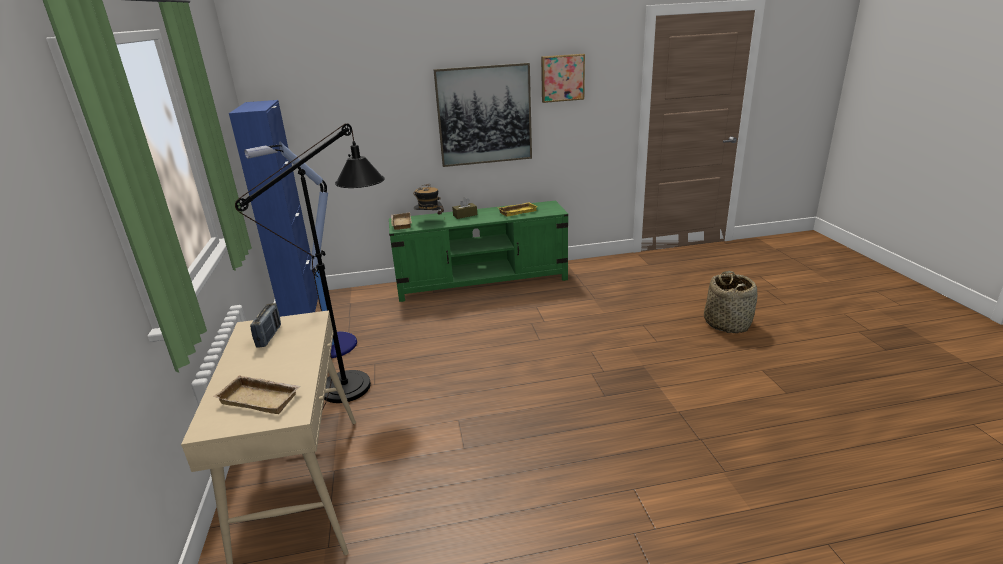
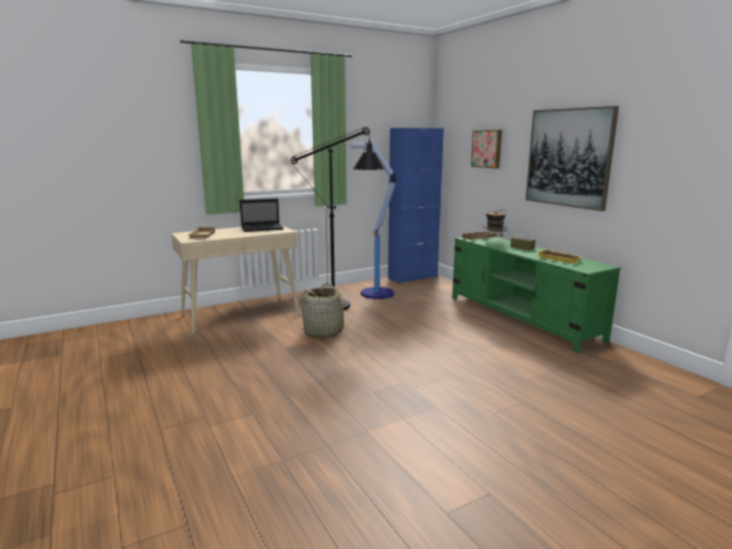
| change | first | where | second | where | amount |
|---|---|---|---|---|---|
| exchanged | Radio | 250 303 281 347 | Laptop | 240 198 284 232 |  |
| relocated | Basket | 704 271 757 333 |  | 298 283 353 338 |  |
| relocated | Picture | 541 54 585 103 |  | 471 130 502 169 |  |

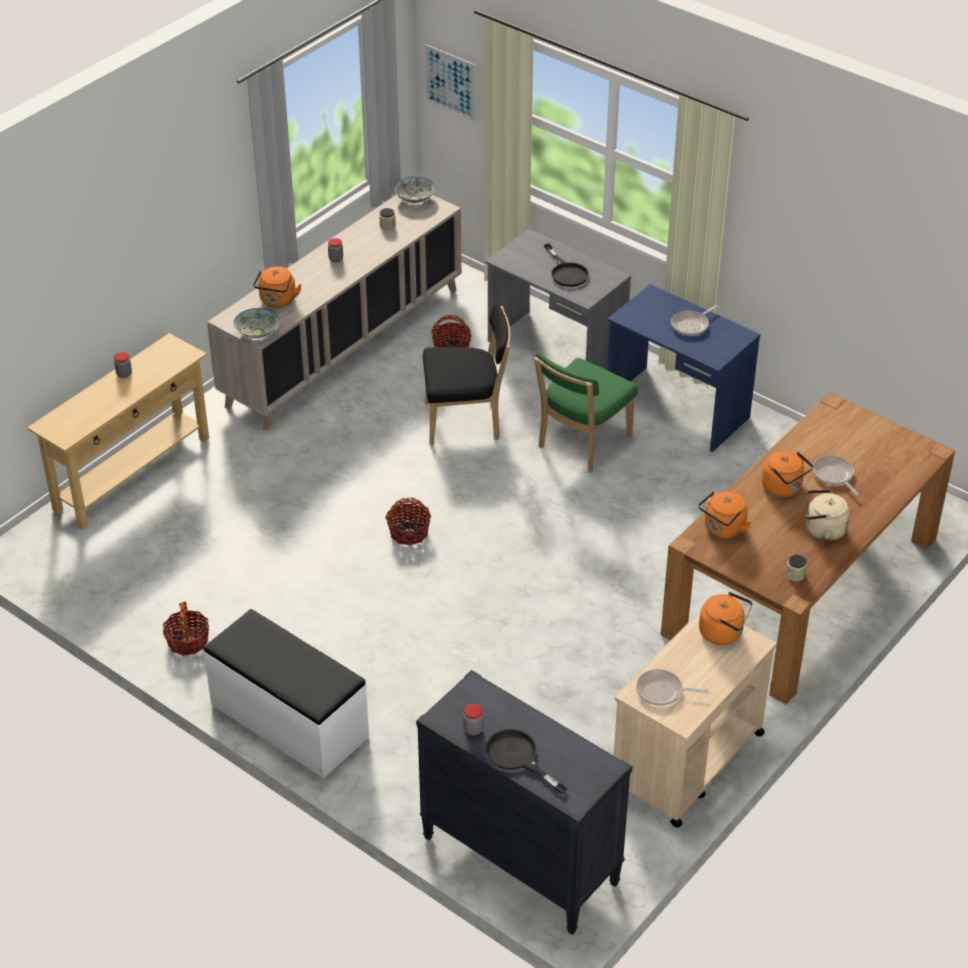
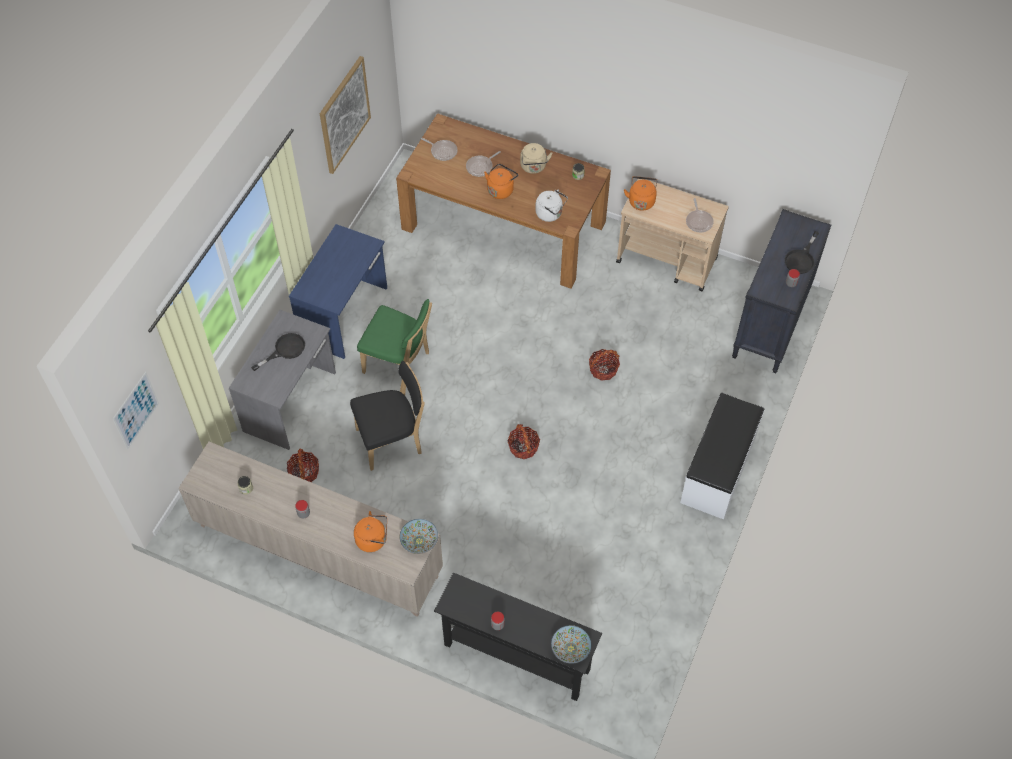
| change | first | where | second | where | amount |
|---|---|---|---|---|---|
| appeared |  |  | Picture | 320 56 371 174 |  |
| spun | BlackChair | 423 303 510 445 |  | 350 361 424 471 | 90 degrees clockwise |
| relocated | FryingPan | 671 305 718 336 |  | 421 138 458 161 |  |
| colour | BeigeConsoleTable | 27 333 209 530 | BlackConsoleTable | 434 573 602 701 |  |
| colour | OrangeKettle | 698 491 751 539 | WhiteKettle | 535 190 568 222 |  |
| relocated | Bowl | 394 177 435 203 |  | 551 625 591 664 |  |
| relocated | Basket | 163 601 209 656 |  | 589 349 620 381 |  |

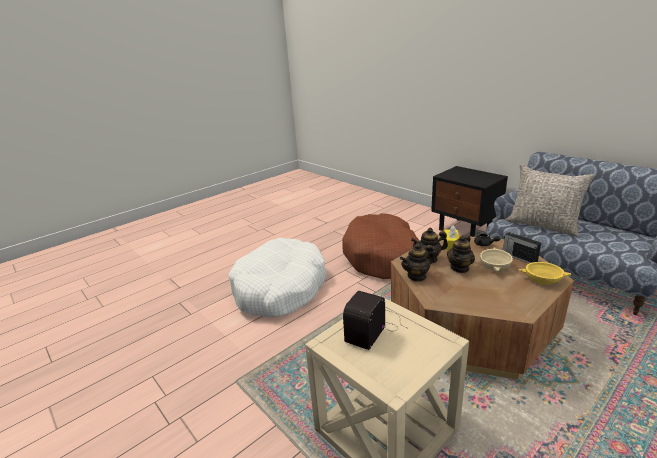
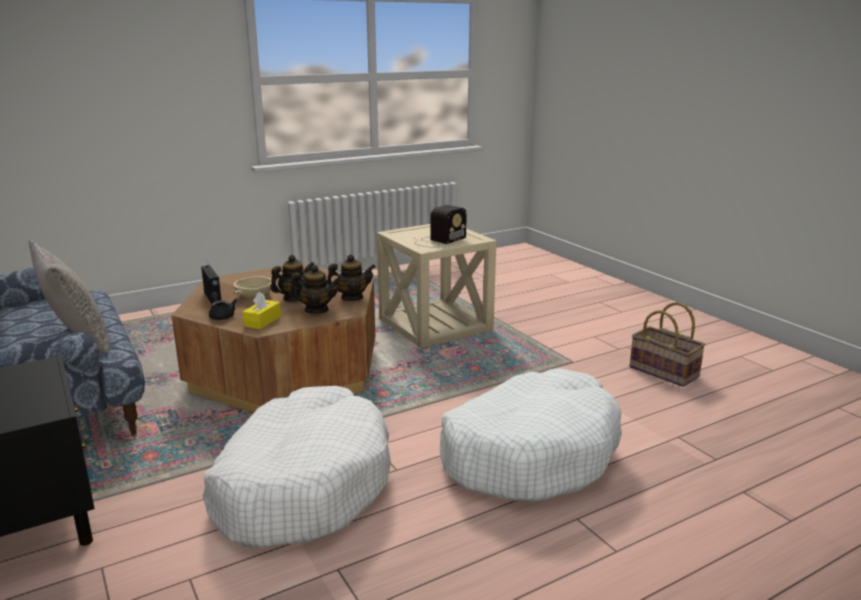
| change | first | where | second | where | amount |
|---|---|---|---|---|---|
| colour | BrownDogBed | 342 213 420 279 | WhiteDogBed | 203 386 391 548 |  |
| appeared |  |  | Basket | 630 302 706 387 |  |
| missing | YellowBowl | 518 262 572 285 |  |  |  |

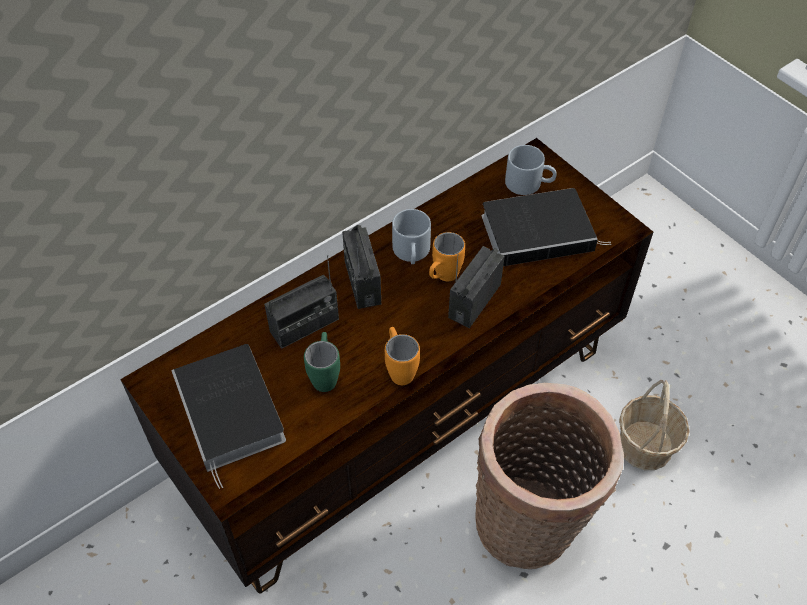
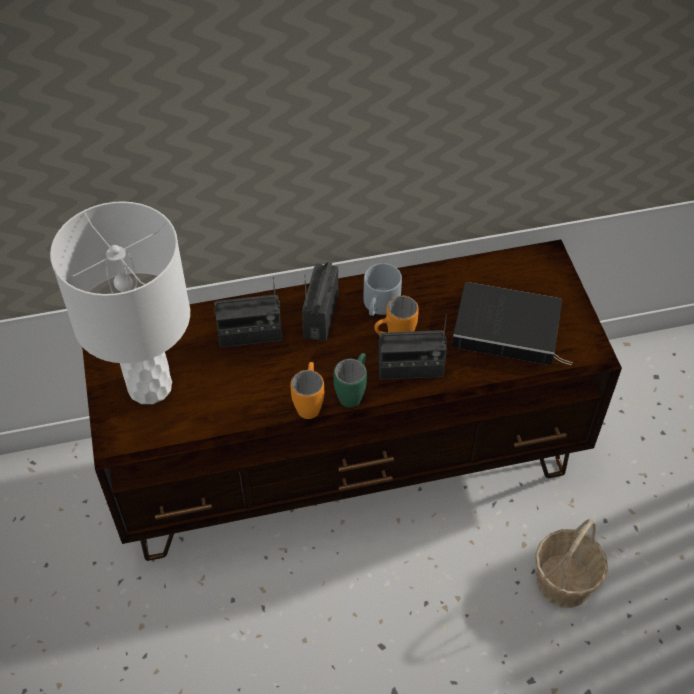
| change | first | where | second | where | amount |
|---|---|---|---|---|---|
| exchanged | Book | 171 344 286 489 | WhiteTableLamp | 50 201 190 404 |  |
| relocated | GreenMug | 304 332 340 392 |  | 333 353 367 408 |  |
| spun | Radio | 448 246 505 328 |  | 378 314 447 380 | 150 degrees counterclockwise |
| missing | Basket | 475 383 624 569 |  |  |  |
| missing | GreyMug | 505 145 557 195 |  |  |  |

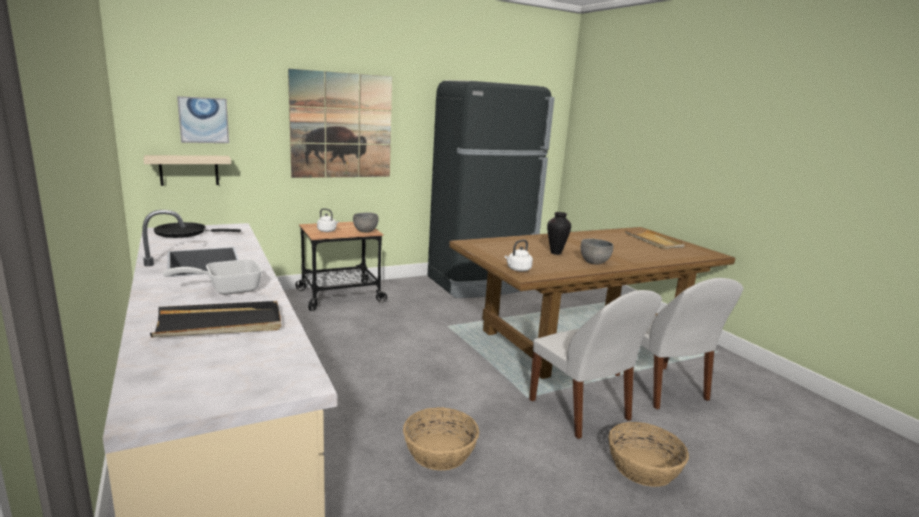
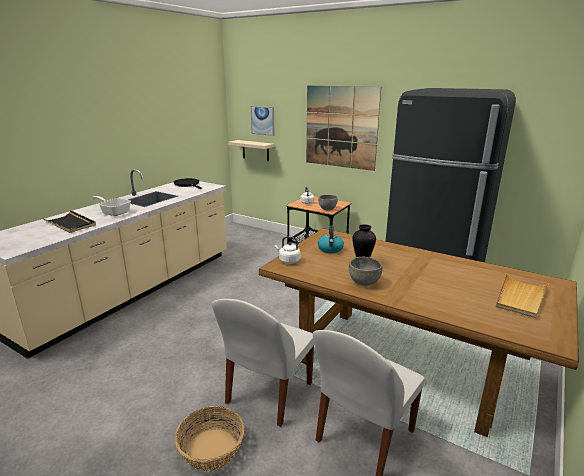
| change | first | where | second | where | amount |
|---|---|---|---|---|---|
| appeared |  |  | Kettle | 318 225 344 253 |  |
| missing | Basket | 403 407 479 471 |  |  |  |

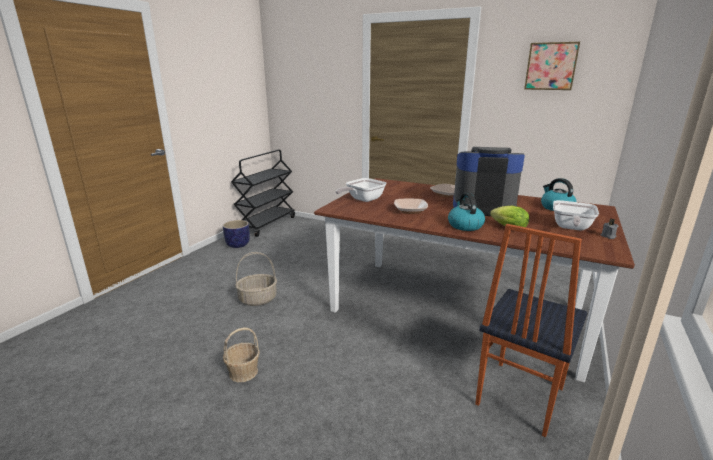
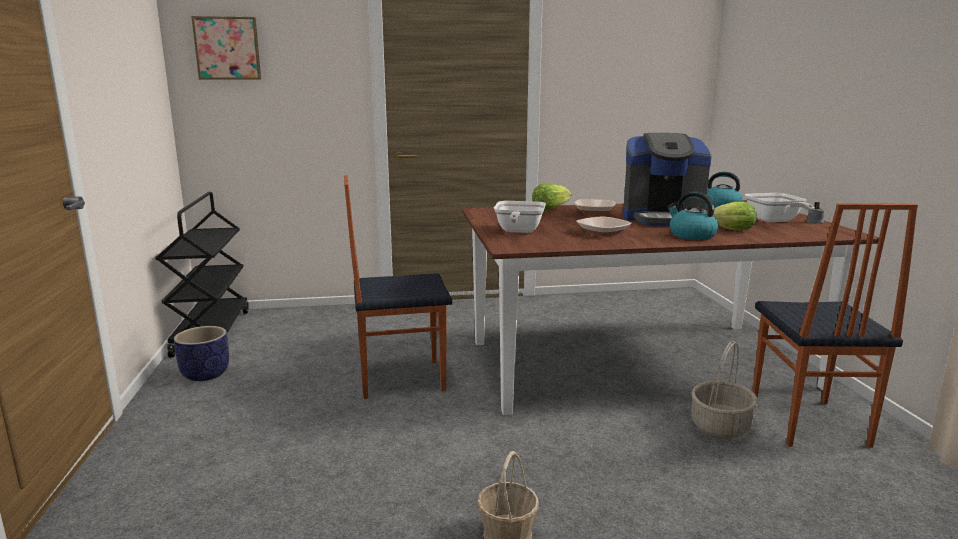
| change | first | where | second | where | amount |
|---|---|---|---|---|---|
| relocated | Picture | 524 42 580 90 |  | 191 16 261 80 |  |
| appeared |  |  | Chair | 344 175 452 399 |  |
| appeared |  |  | Lettuce | 532 184 571 210 |  |
| spun | CoffeeMachine | 453 147 525 216 |  | 623 133 712 225 | 150 degrees counterclockwise |
| relocated | Basket | 235 252 277 306 |  | 691 341 758 439 |  |

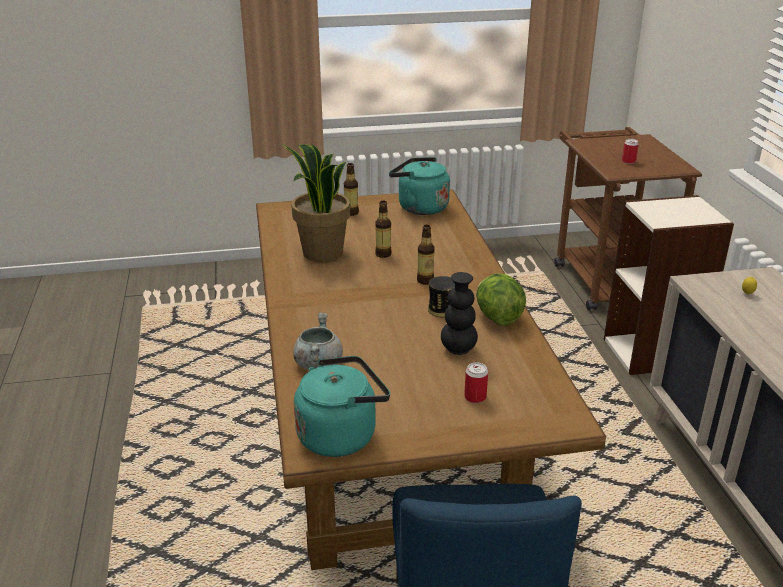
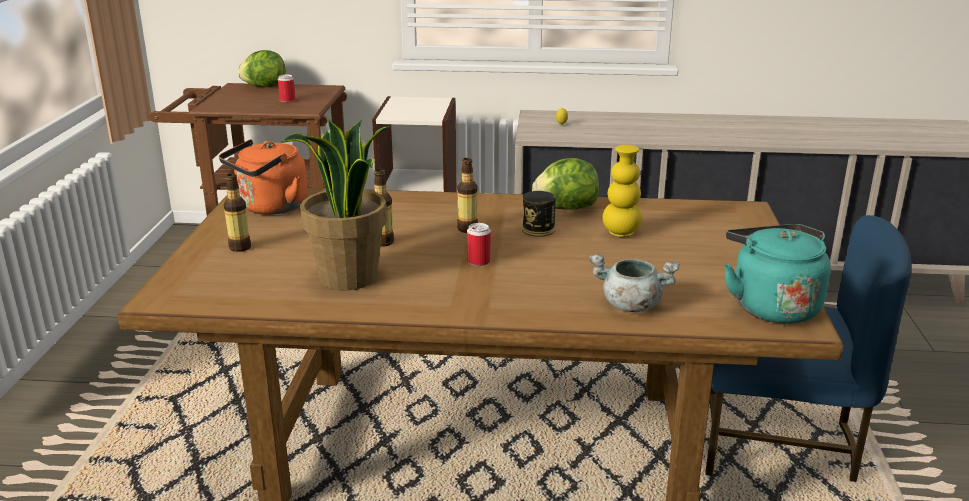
| change | first | where | second | where | amount |
|---|---|---|---|---|---|
| colour | TurquoiseKettle | 389 157 450 215 | OrangeKettle | 219 139 308 215 |  |
| appeared |  |  | Lettuce | 238 50 286 87 |  |
| relocated | Can | 464 362 488 403 |  | 467 223 491 266 |  |
| colour | BlackVase | 441 272 478 355 | YellowVase | 603 145 643 237 |  |

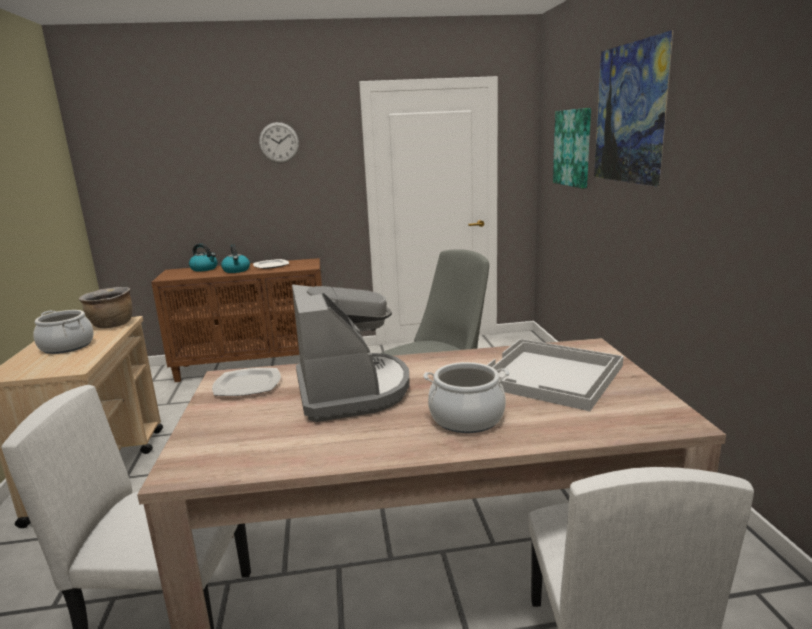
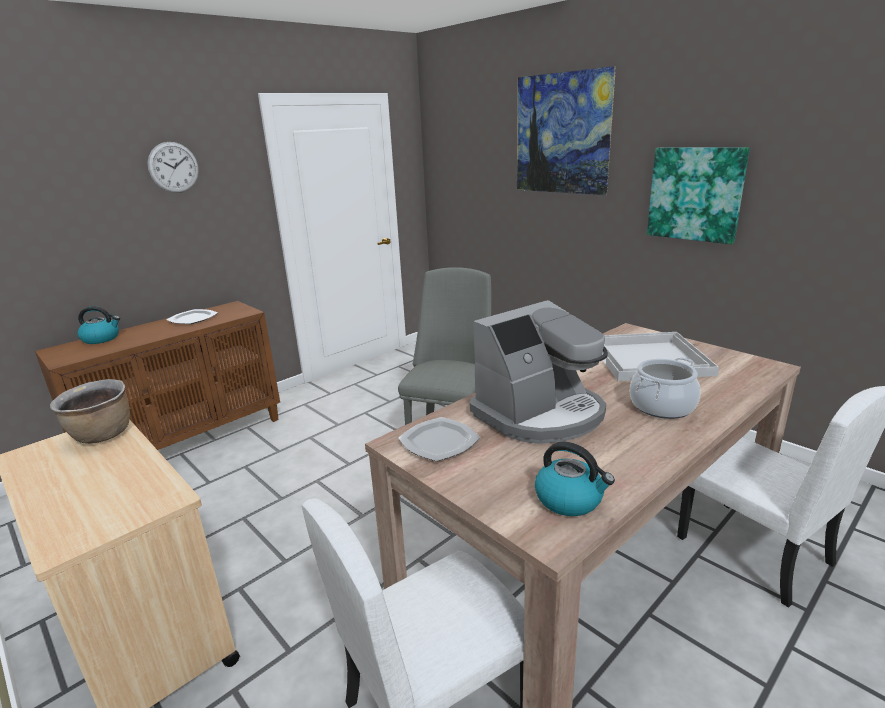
| change | first | where | second | where | amount |
|---|---|---|---|---|---|
| spun | CoffeeMachine | 292 285 410 422 |  | 470 300 608 444 | 105 degrees clockwise |
| relocated | Kettle | 221 244 250 273 |  | 535 442 615 516 |  |
| relocated | Picture | 553 108 591 189 |  | 647 147 750 244 |  |
| missing | CookingPot | 33 310 94 354 |  |  |  |

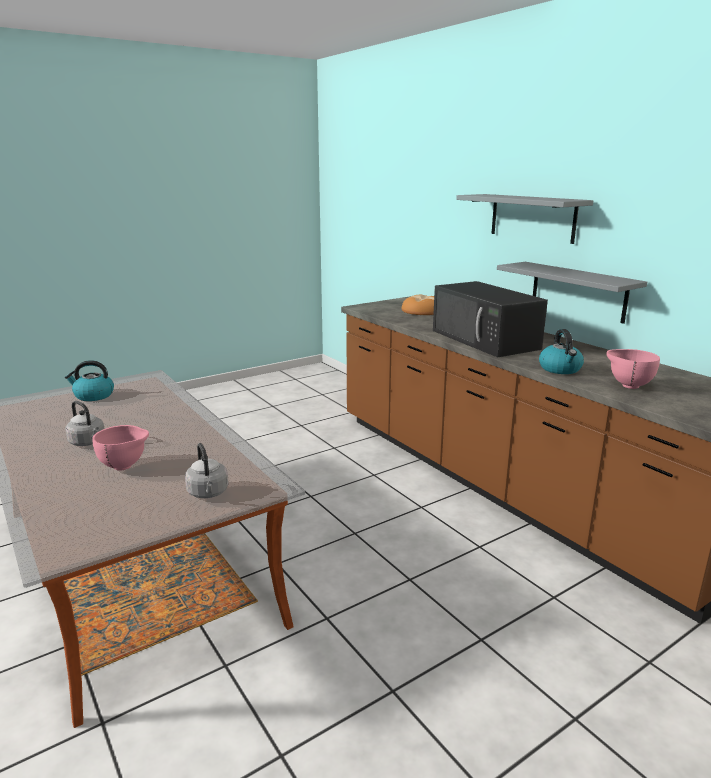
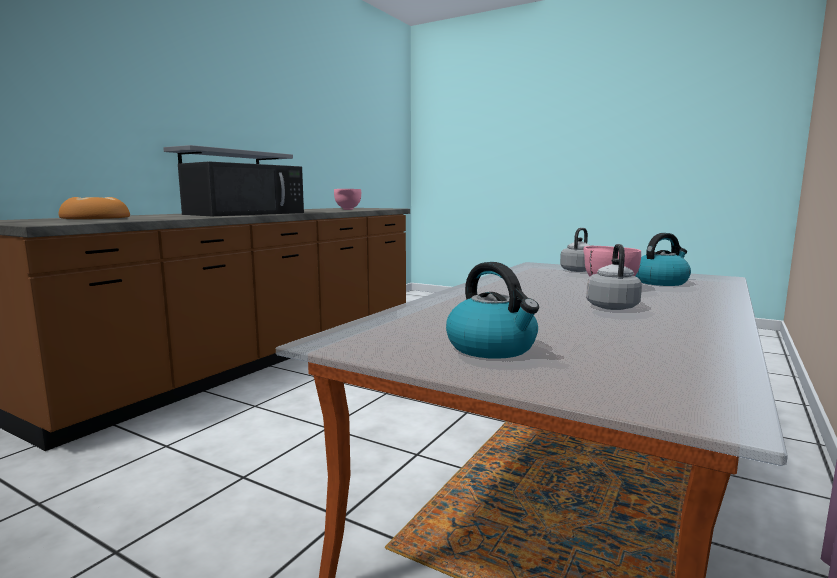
| change | first | where | second | where | amount |
|---|---|---|---|---|---|
| relocated | Kettle | 539 329 584 374 |  | 636 233 691 286 |  |
| missing | GreyShelf | 456 194 593 244 |  |  |  |

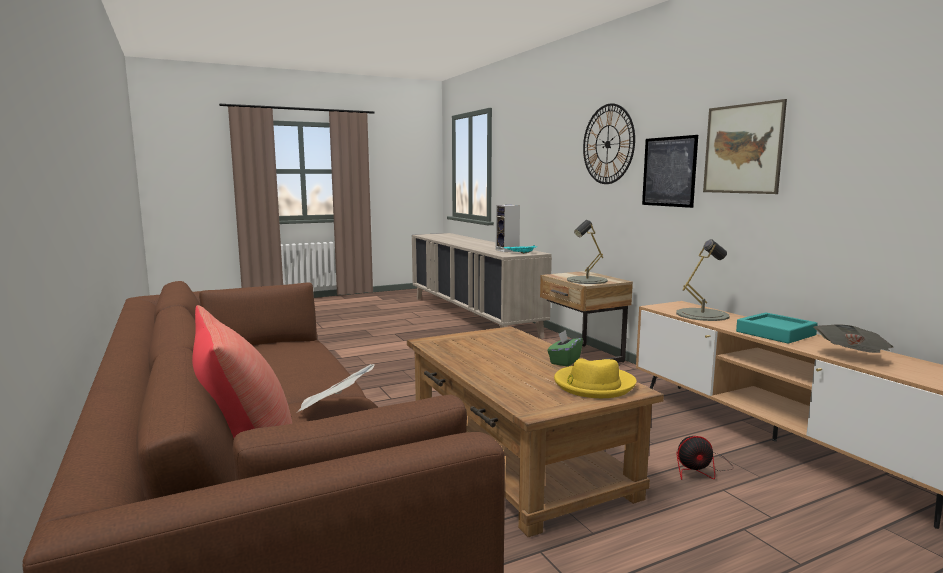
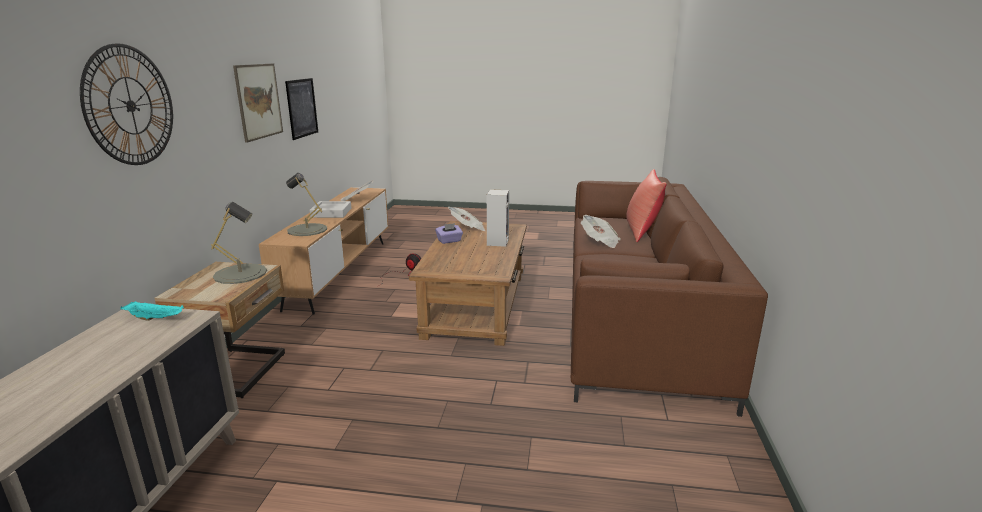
| change | first | where | second | where | amount |
|---|---|---|---|---|---|
| relocated | Picture | 642 135 698 208 |  | 285 78 318 140 |  |
| colour | TurquoiseTray | 736 312 818 344 | GreyTray | 310 201 351 218 |  |
| colour | GreenTissueBox | 547 330 583 367 | PurpleTissueBox | 435 223 463 244 |  |
| exchanged | YellowHat | 554 358 636 398 | Newspaper | 448 207 485 231 |  |
| relocated | Speaker | 495 205 520 252 |  | 487 189 509 247 |  |

